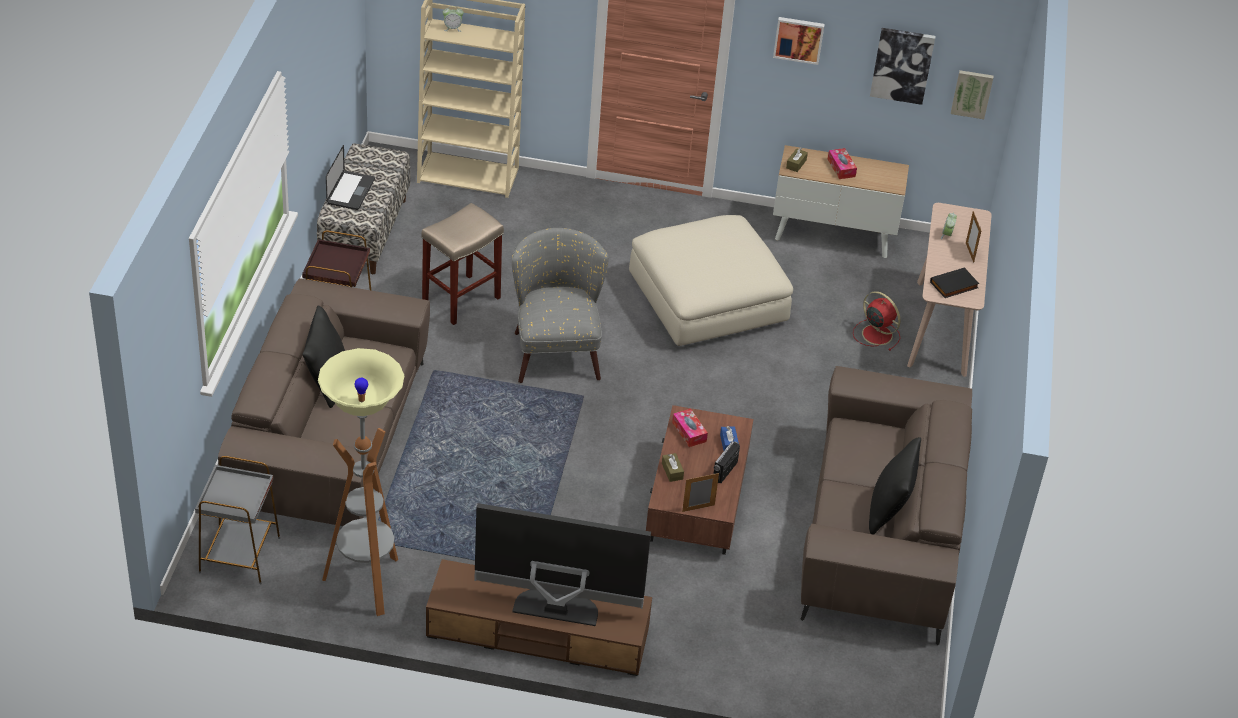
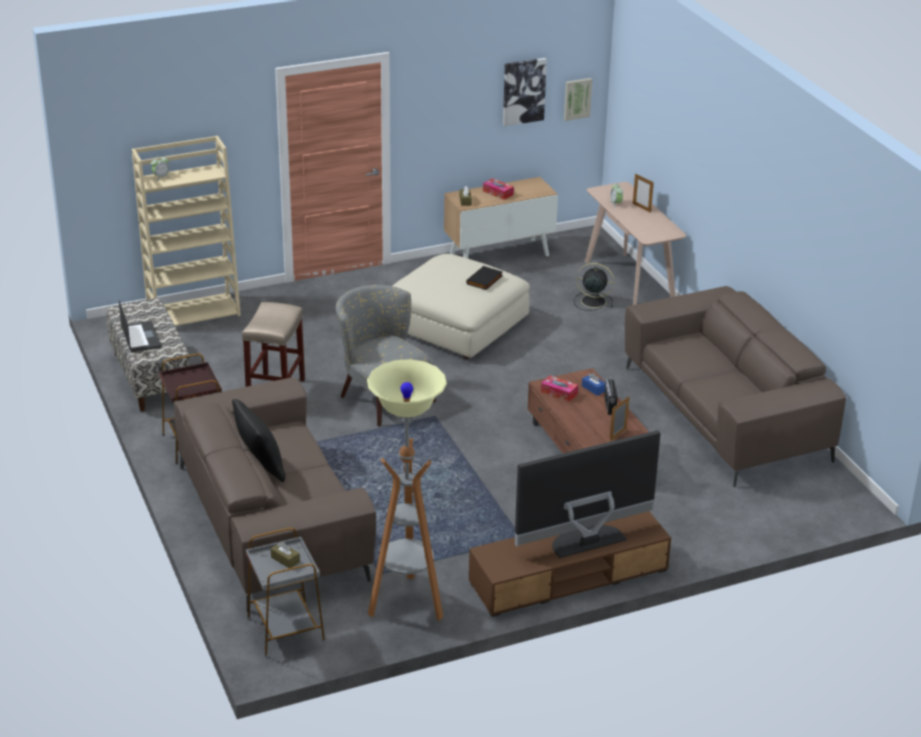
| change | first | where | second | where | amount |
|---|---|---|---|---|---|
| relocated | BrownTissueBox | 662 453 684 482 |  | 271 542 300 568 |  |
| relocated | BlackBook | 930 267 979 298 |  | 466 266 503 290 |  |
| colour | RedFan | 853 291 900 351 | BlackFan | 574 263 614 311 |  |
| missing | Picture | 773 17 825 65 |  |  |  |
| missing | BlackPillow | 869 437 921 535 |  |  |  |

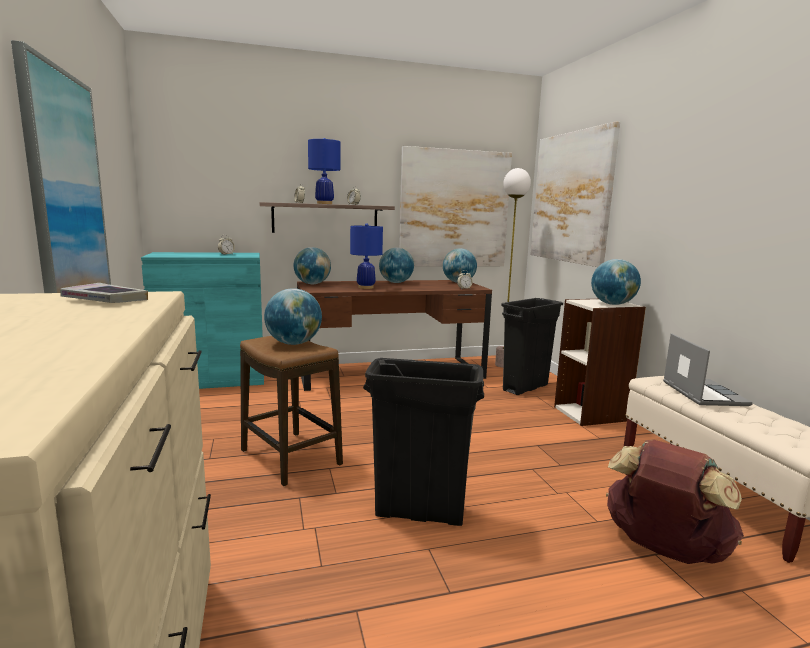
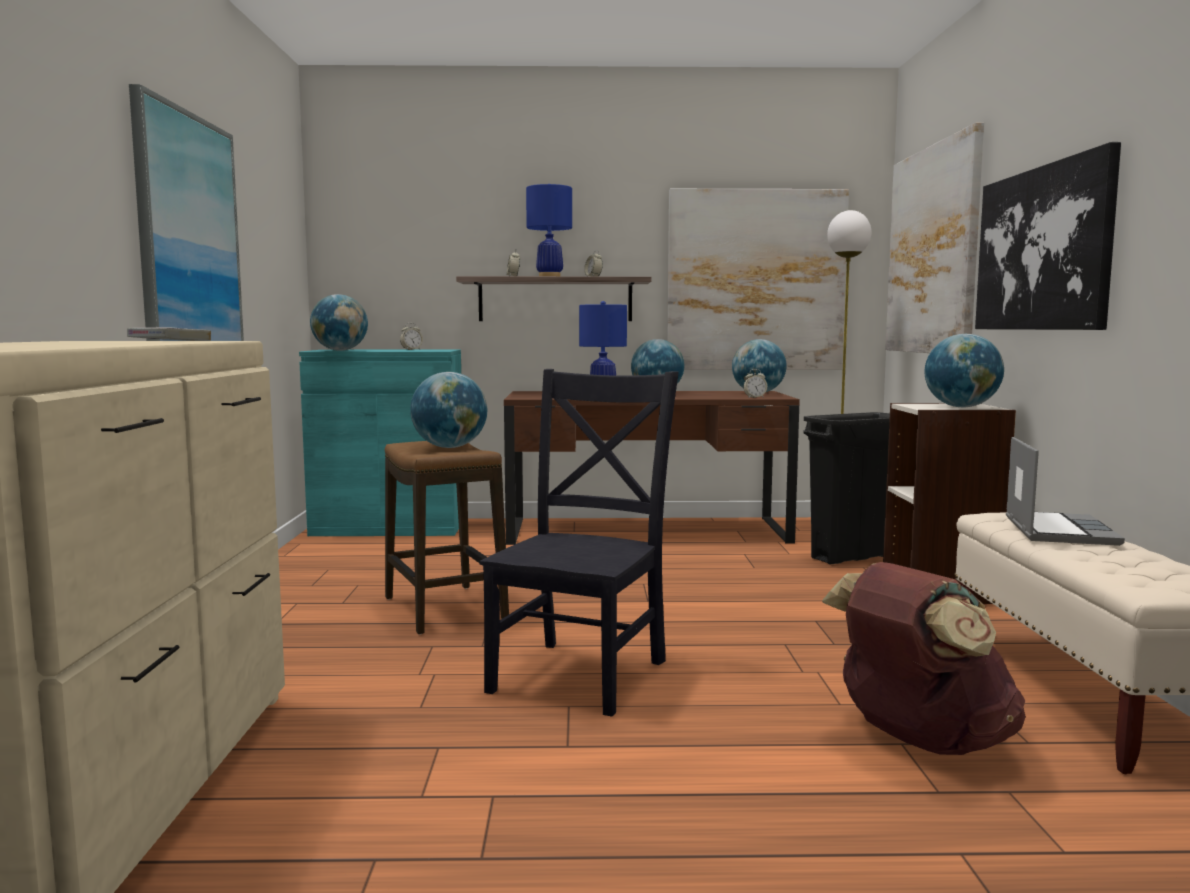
| change | first | where | second | where | amount |
|---|---|---|---|---|---|
| relocated | Globe | 294 247 331 284 |  | 310 294 368 351 |  |
| exchanged | BlackTrashCan | 363 358 484 526 | BlackChair | 480 369 679 717 |  |
| appeared |  |  | Picture | 975 142 1121 330 |  |

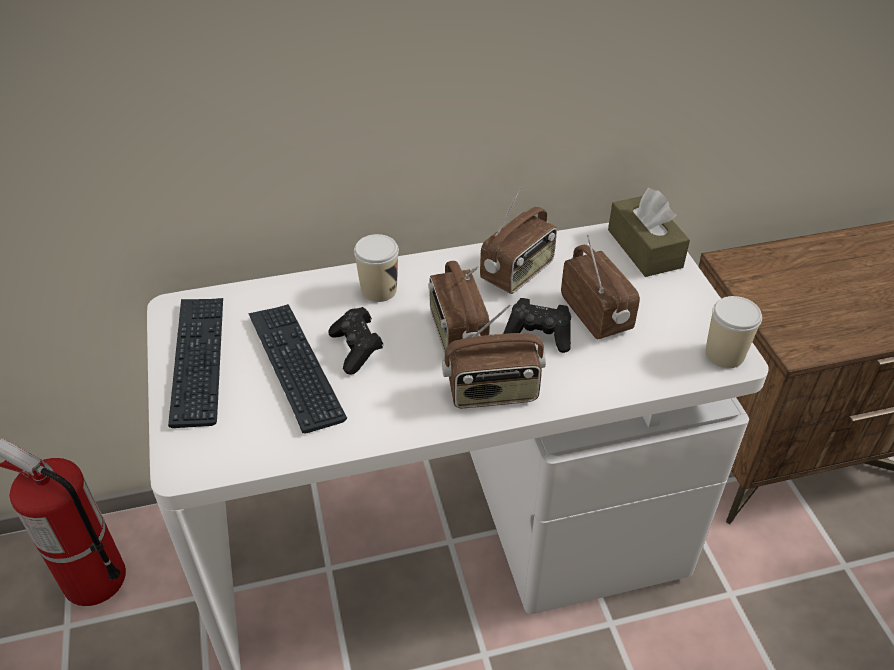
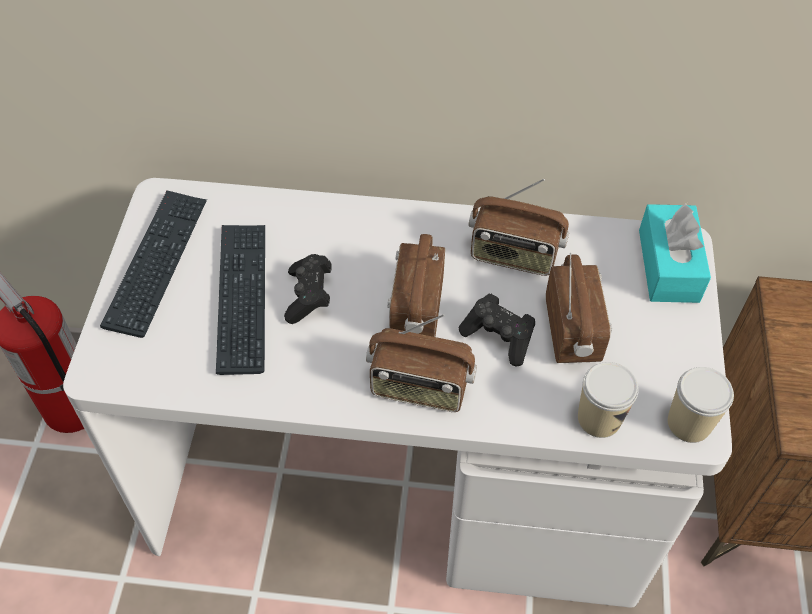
| change | first | where | second | where | amount |
|---|---|---|---|---|---|
| spun | Radio | 480 187 557 294 |  | 469 179 569 276 | 45 degrees clockwise |
| relocated | Cup | 354 234 399 302 |  | 578 362 639 438 |  |
| colour | BrownTissueBox | 608 188 690 277 | TurquoiseTissueBox | 639 204 711 303 |  |

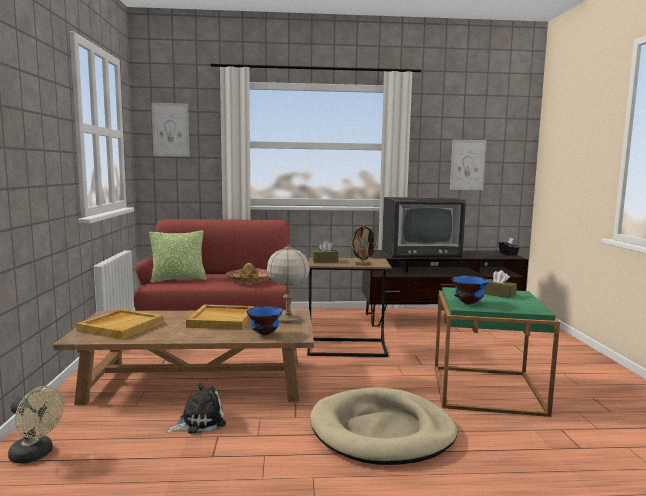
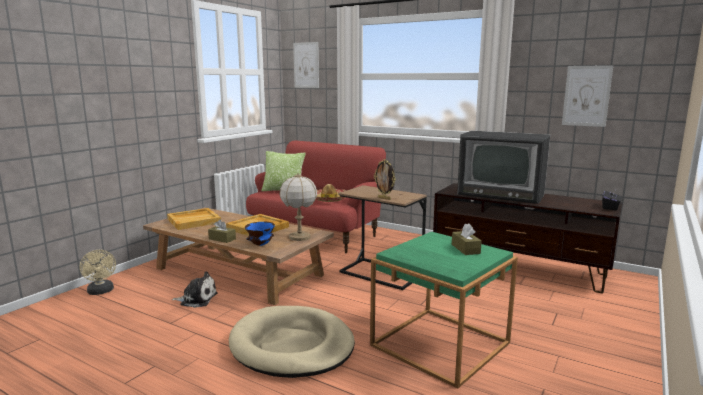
| change | first | where | second | where | amount |
|---|---|---|---|---|---|
| relocated | BrownTissueBox | 312 241 339 263 |  | 208 220 236 243 |  |
| missing | BlueBowl | 451 276 489 304 |  |  |  |

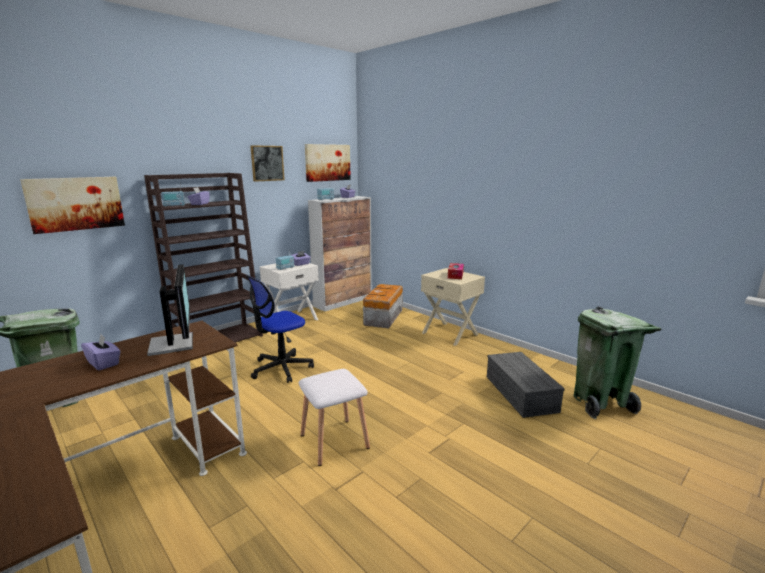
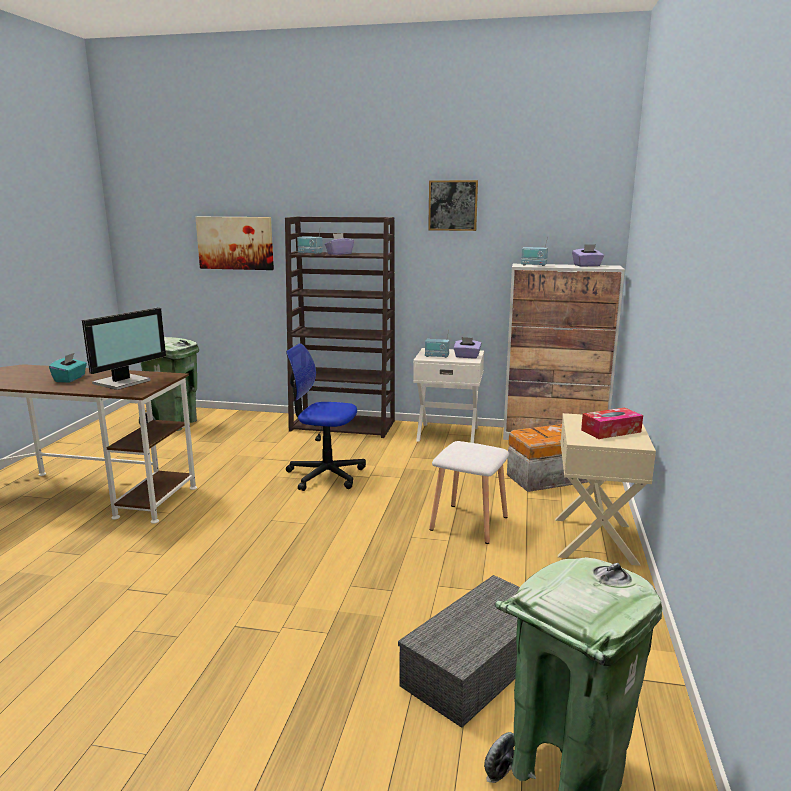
| change | first | where | second | where | amount |
|---|---|---|---|---|---|
| colour | PurpleTissueBox | 81 334 120 370 | TurquoiseTissueBox | 49 353 87 382 |  |
| relocated | WhiteStool | 299 369 370 466 |  | 429 441 509 544 |  |
| missing | Picture | 305 144 351 182 |  |  |  |

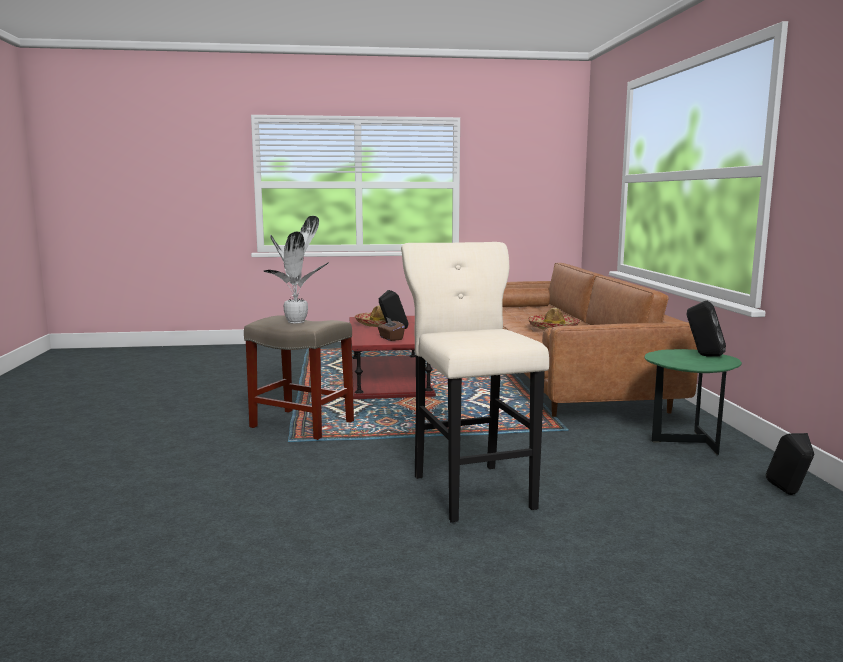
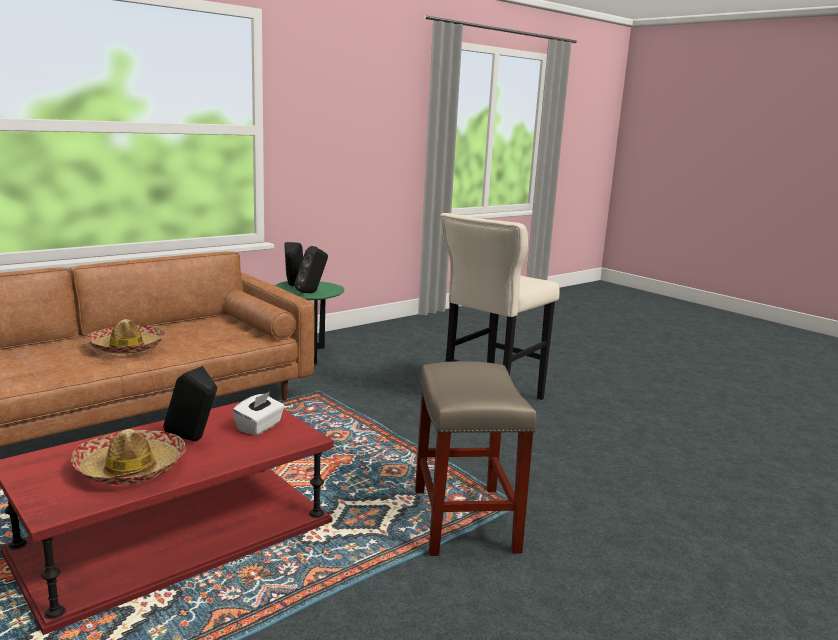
| change | first | where | second | where | amount |
|---|---|---|---|---|---|
| colour | BrownTissueBox | 378 317 405 341 | WhiteTissueBox | 233 391 285 436 |  |
| relocated | BlackSpeaker | 766 433 814 495 |  | 294 246 328 293 |  |
| missing | PottedPlant | 264 216 328 324 |  |  |  |

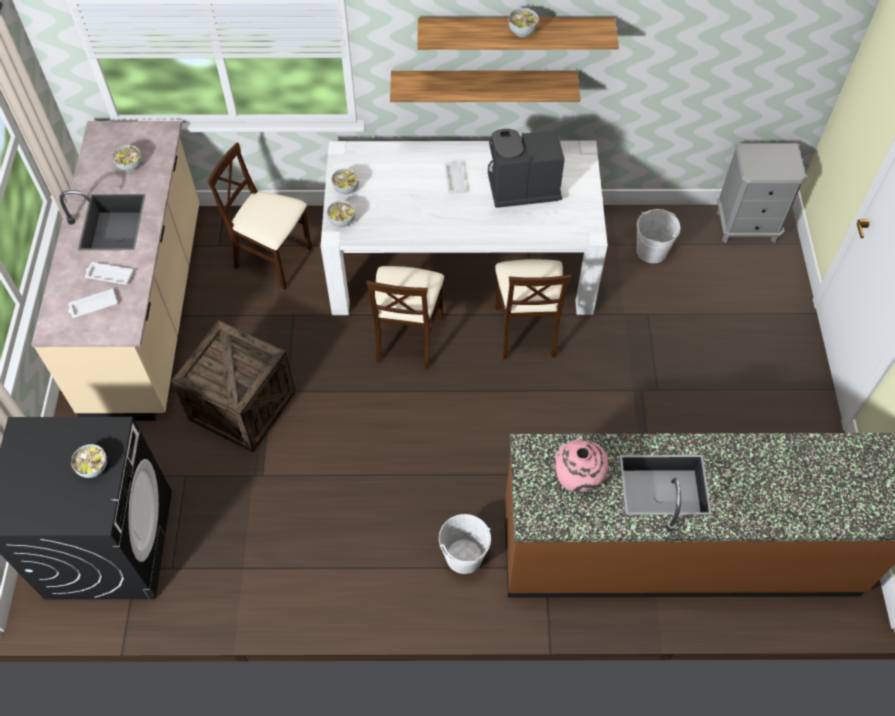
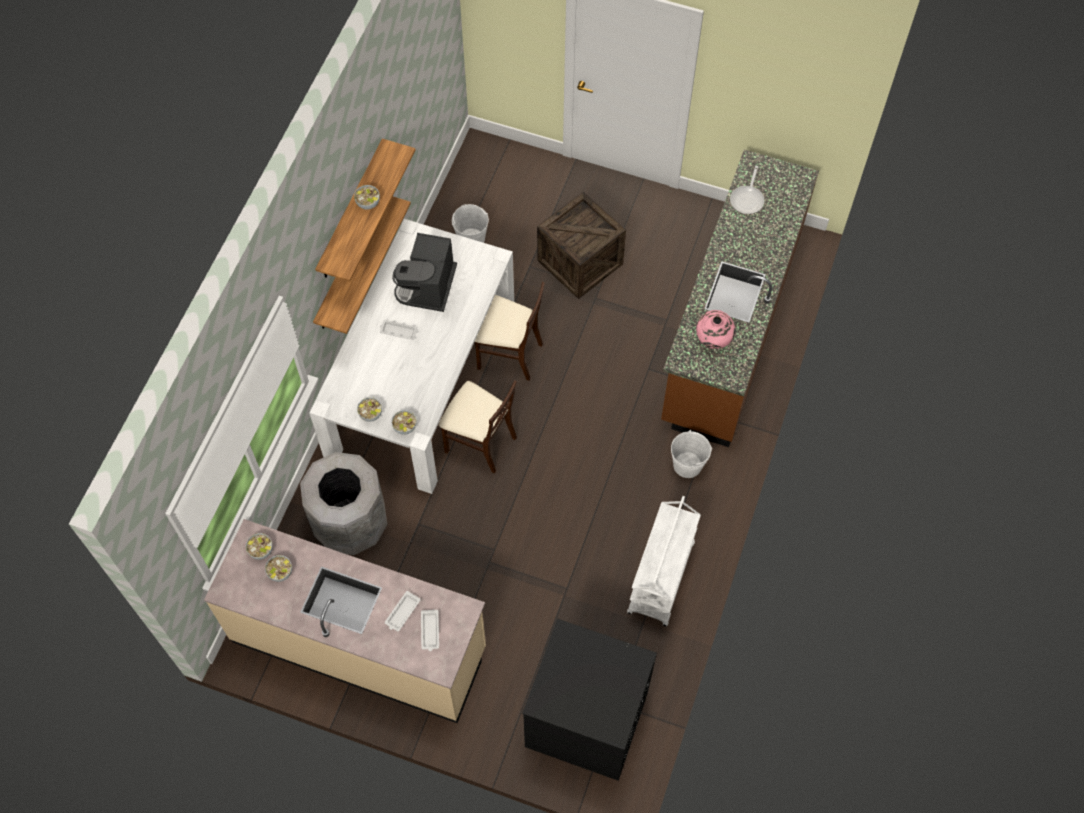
| change | first | where | second | where | amount |
|---|---|---|---|---|---|
| relocated | Bowl | 71 444 107 478 |  | 246 533 273 560 |  |
| exchanged | BeigeChair | 207 142 312 291 | GreyTrashCan | 300 452 388 555 |  |
| relocated | Crate | 171 320 296 453 |  | 537 192 626 299 |  |
| appeared |  |  | WhiteCart | 627 496 701 627 |  |
| appeared |  |  | FryingPan | 730 166 764 214 |  |
| missing | GreyNightstand | 717 143 807 243 |  |  |  |

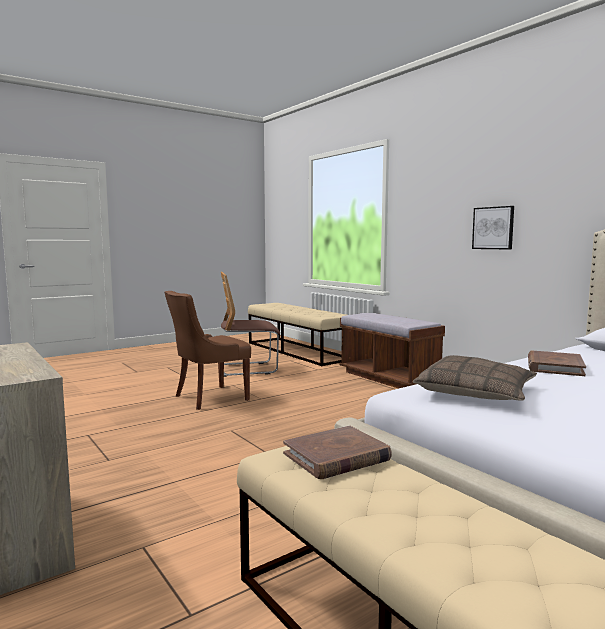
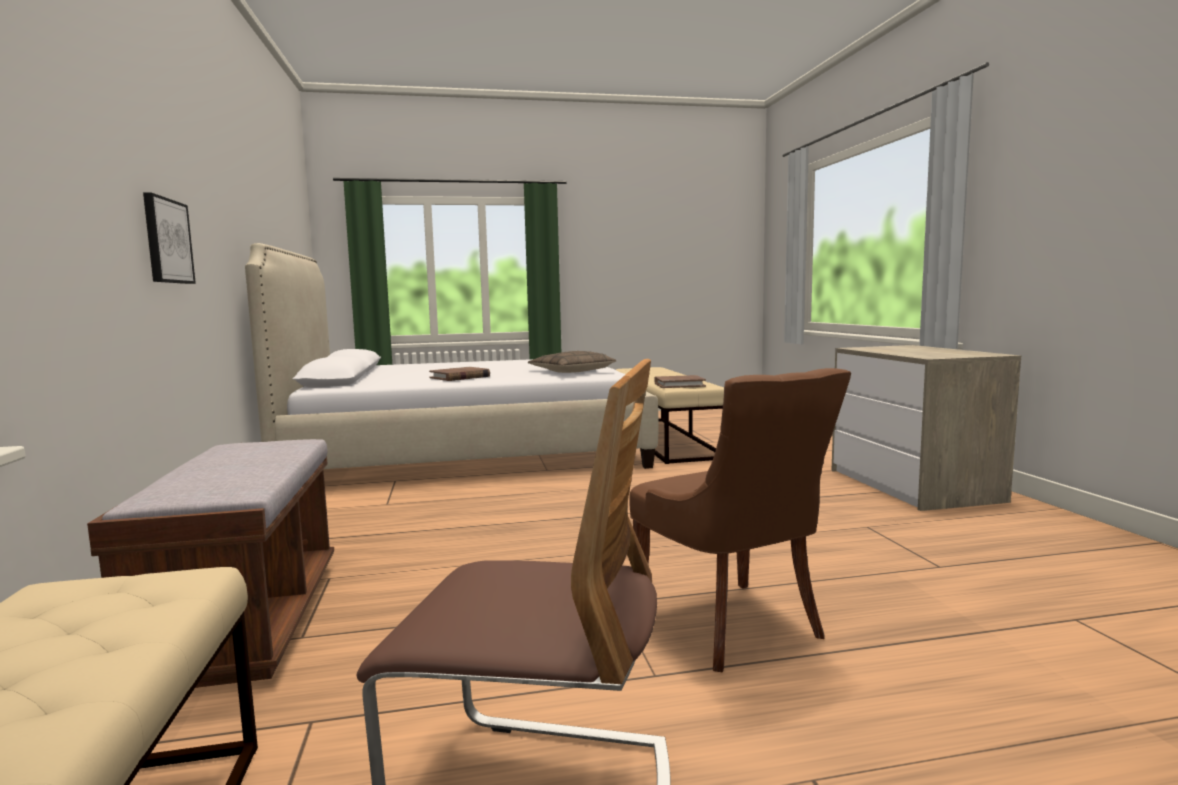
| change | first | where | second | where | amount |
|---|---|---|---|---|---|
| spun | BrownChair | 164 291 251 410 |  | 629 368 851 672 | 75 degrees clockwise |

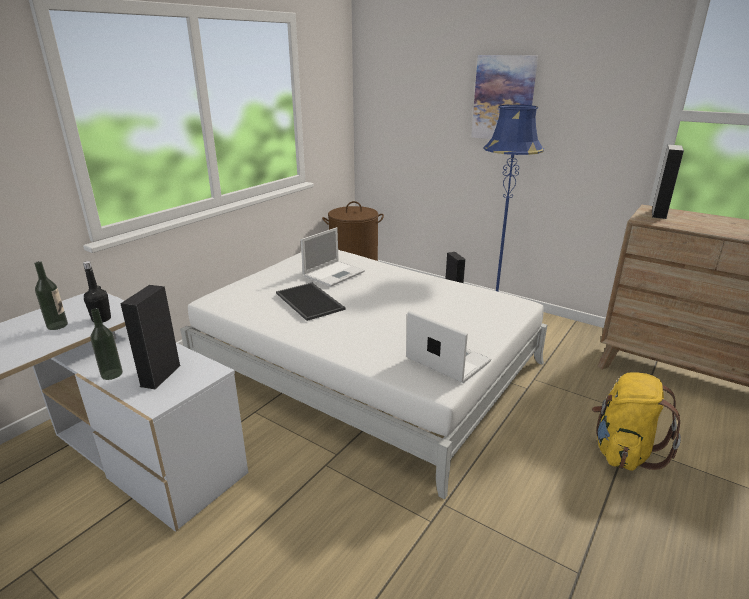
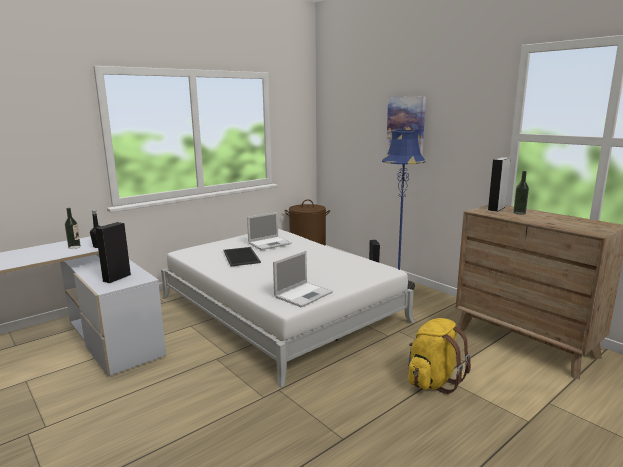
| change | first | where | second | where | amount |
|---|---|---|---|---|---|
| spun | Laptop | 406 311 491 383 |  | 273 251 333 308 | 75 degrees clockwise |
| relocated | Bottle | 91 308 123 380 |  | 513 171 529 215 |  |

